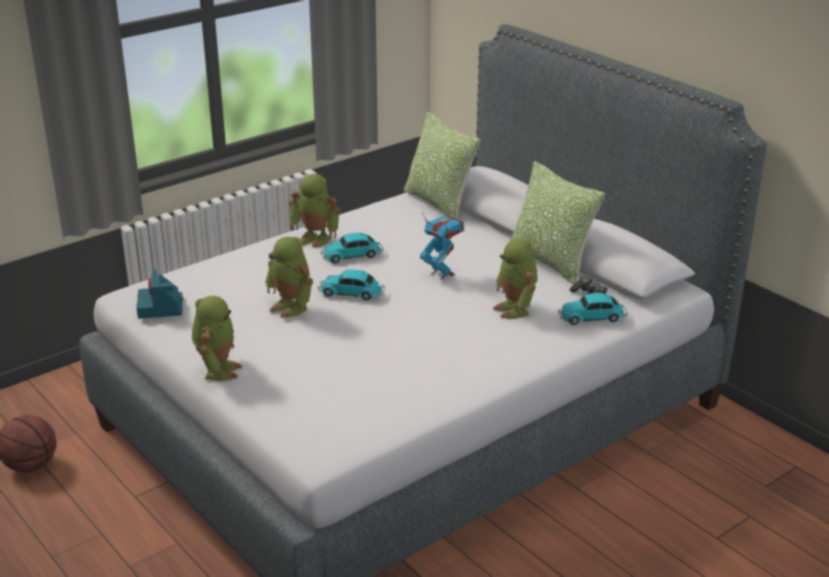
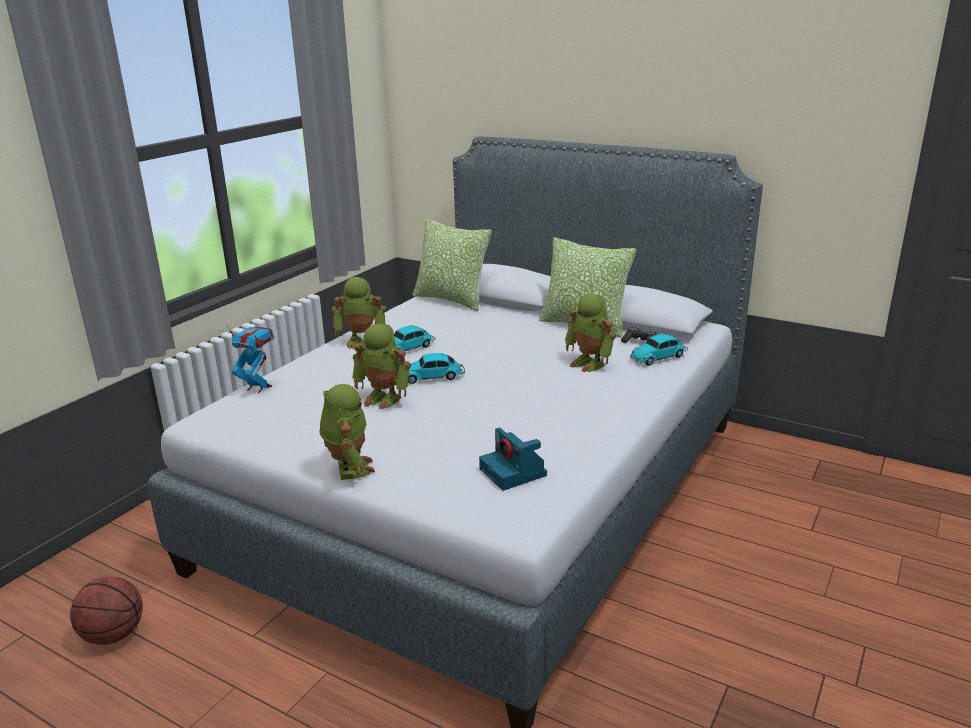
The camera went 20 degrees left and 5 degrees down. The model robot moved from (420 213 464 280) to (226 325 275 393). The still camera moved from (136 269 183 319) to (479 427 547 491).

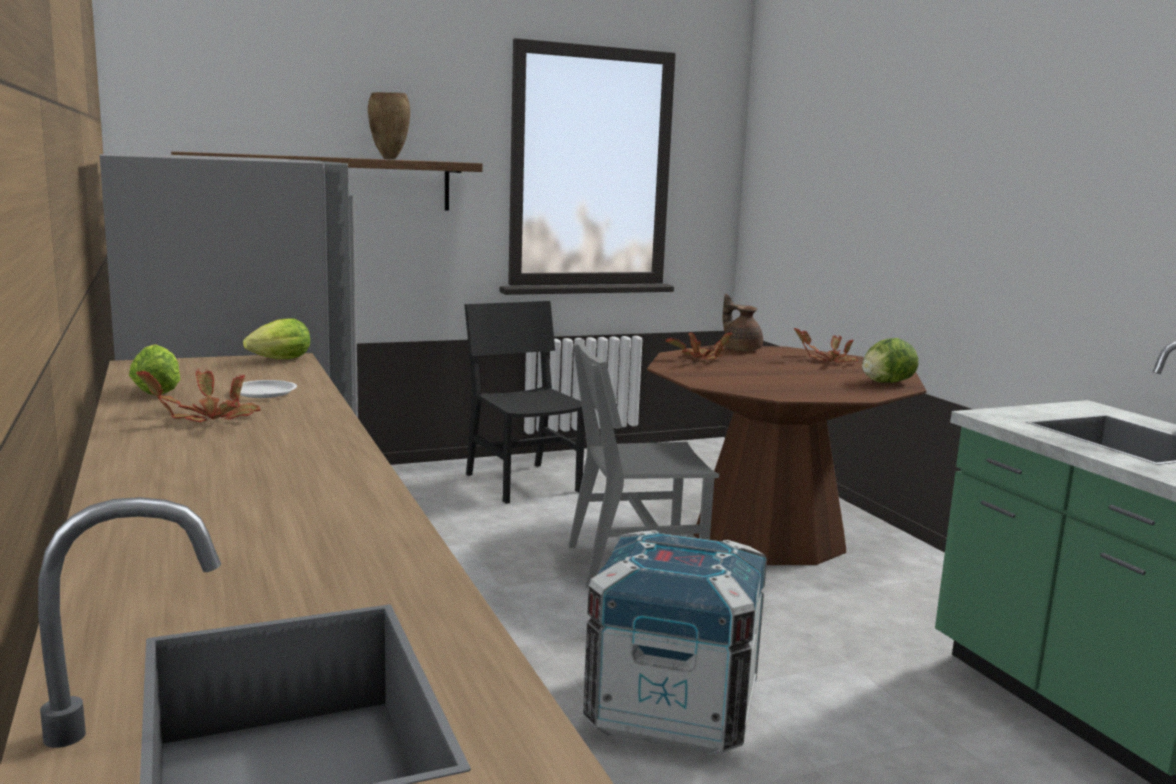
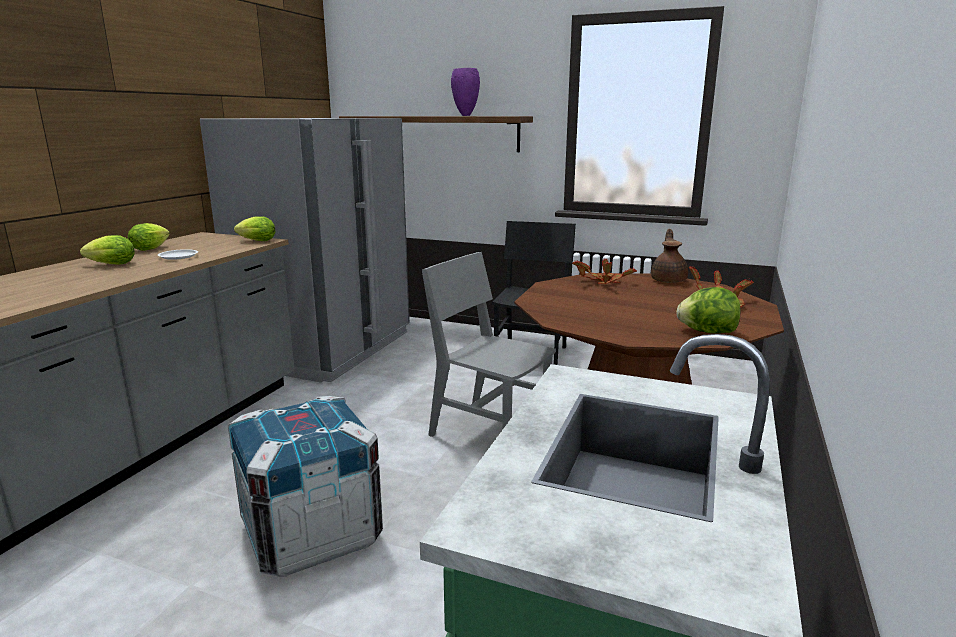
The camera went 45 degrees right and 5 degrees up. The flower vase in brownish at (368 92 410 159) became the flower vase in purple at (451 68 480 116). The plant in a pot at (137 368 260 422) was replaced by the head of lettuce at (80 235 135 265).

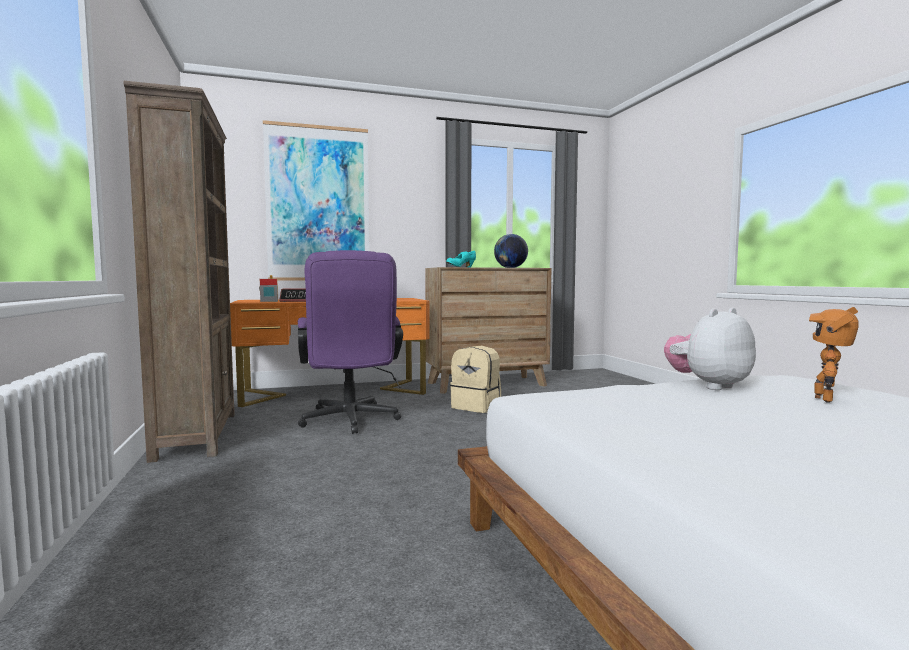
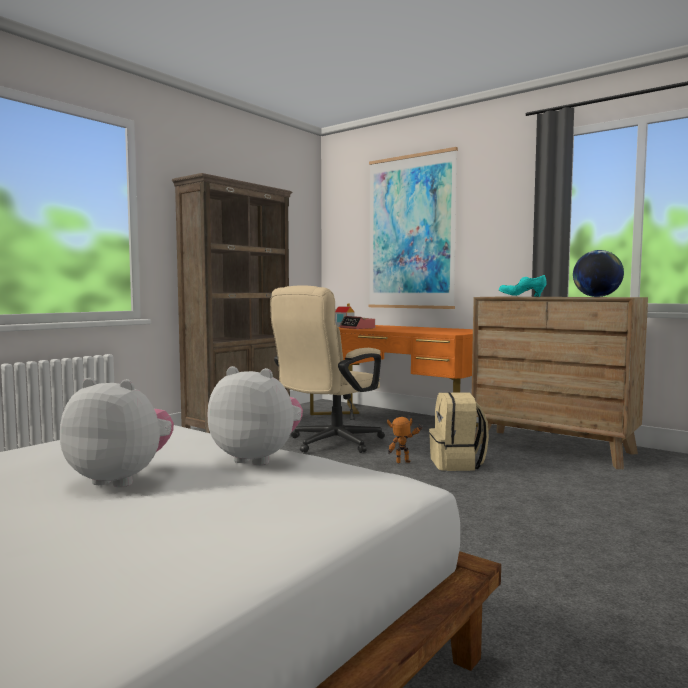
The camera went 55 degrees right and 0 degrees up. The computer chair in purple at (298 250 403 434) became the computer chair in beige-coloured at (270 285 385 453). The model robot moved from (809 307 859 403) to (387 417 423 464). The soft toy at (60 378 174 488) appeared.

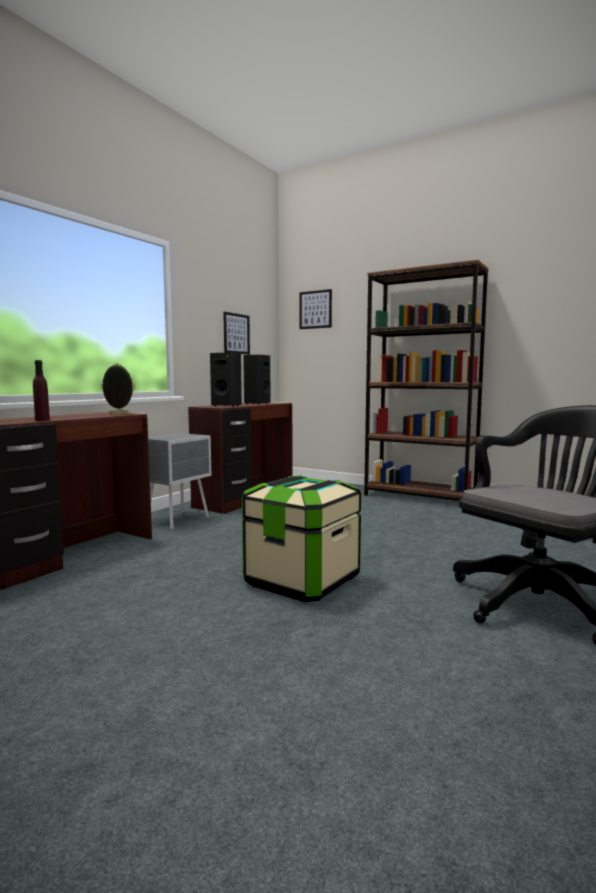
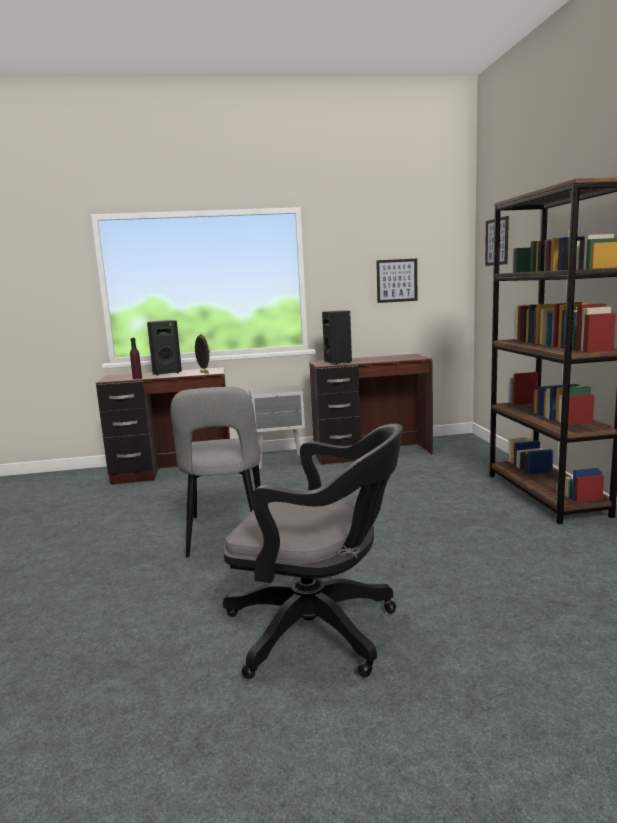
The camera went 50 degrees right and 5 degrees up. The speaker in blackish moved from (243 355 271 405) to (147 320 182 375). The storage box at (242 476 361 602) was replaced by the upright chair in grey at (170 387 261 558).

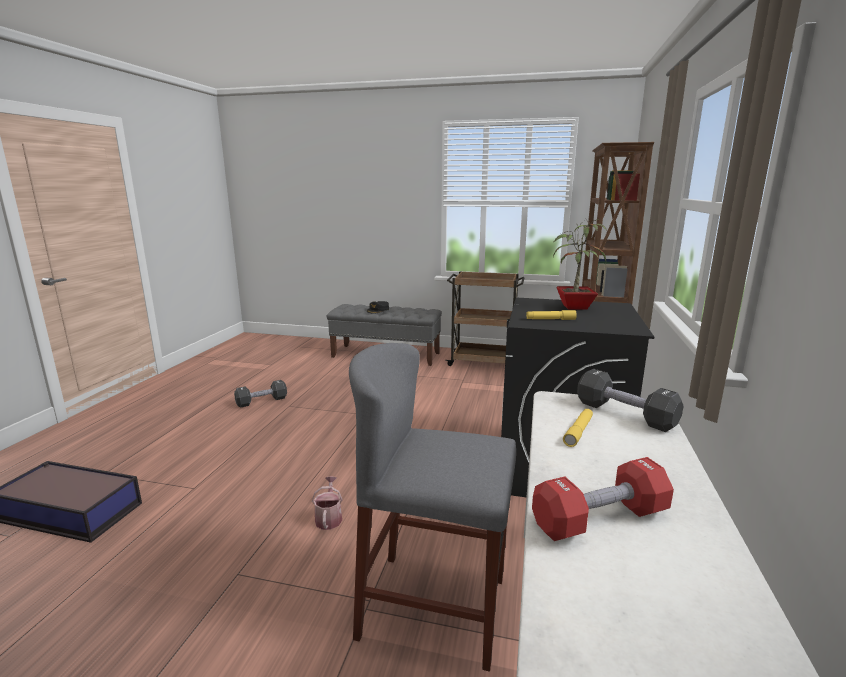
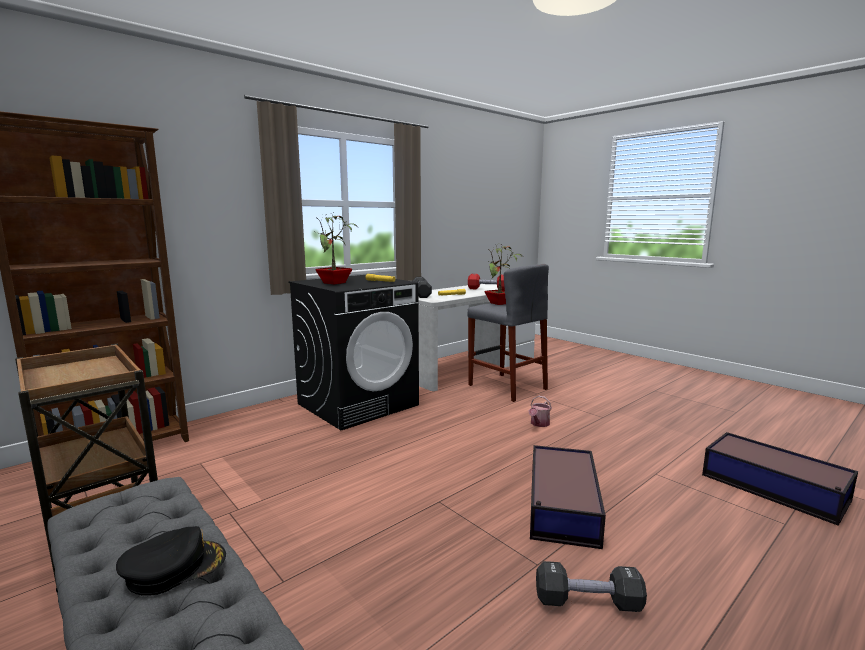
The camera went 145 degrees left and 5 degrees down. The plant in a pot at (484 244 522 305) appeared. The storage box at (530 445 606 549) appeared.

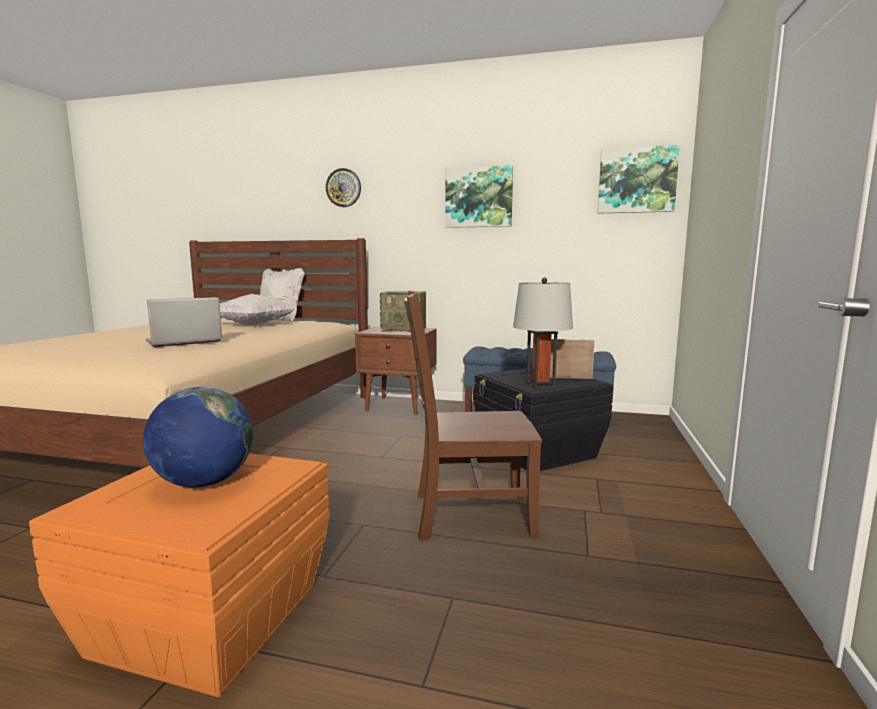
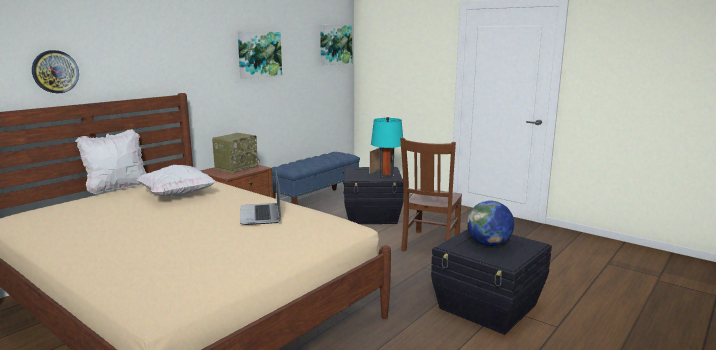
The camera went 65 degrees left and 5 degrees up. The wall clock moved from (326 168 361 207) to (32 50 79 93). The table lamp in grey at (513 277 573 388) became the table lamp in turquoise-coloured at (371 117 403 178). The storage box in orange at (29 453 330 697) became the storage box in blackish at (431 229 552 335).

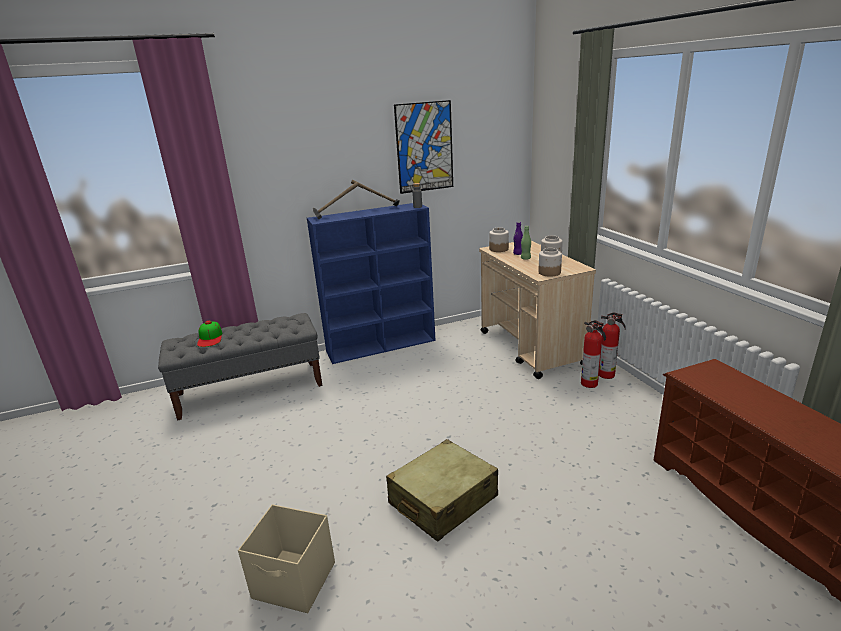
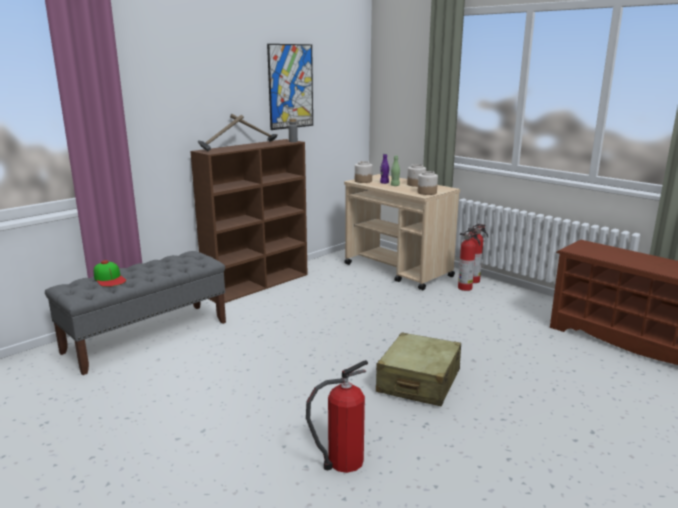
The camera went 25 degrees left and 5 degrees down. The shelving unit in bluish at (307 203 436 364) became the shelving unit in brownish at (190 139 308 303). The storage box in beige-coloured at (238 504 335 613) was replaced by the extinguisher at (306 360 368 473).

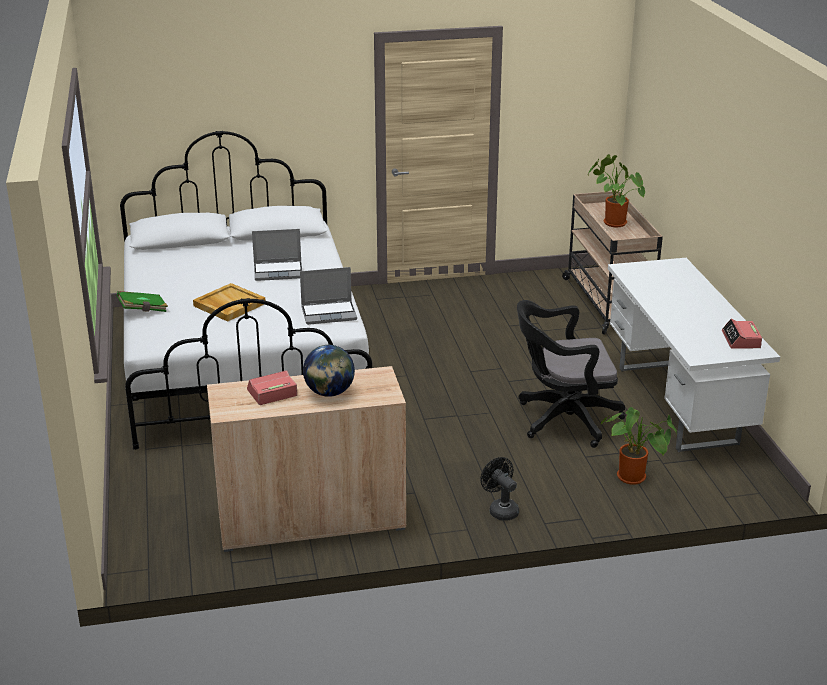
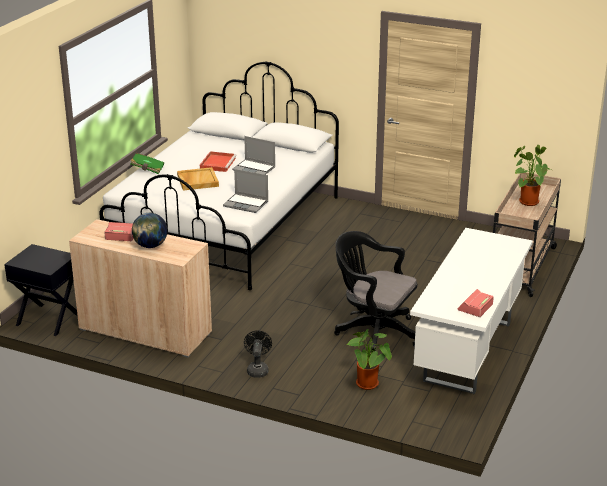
The camera went 35 degrees right and 0 degrees up. The carrying tray in red-coloured at (200 151 237 172) appeared. The bedside table in blackish at (4 244 77 336) appeared.

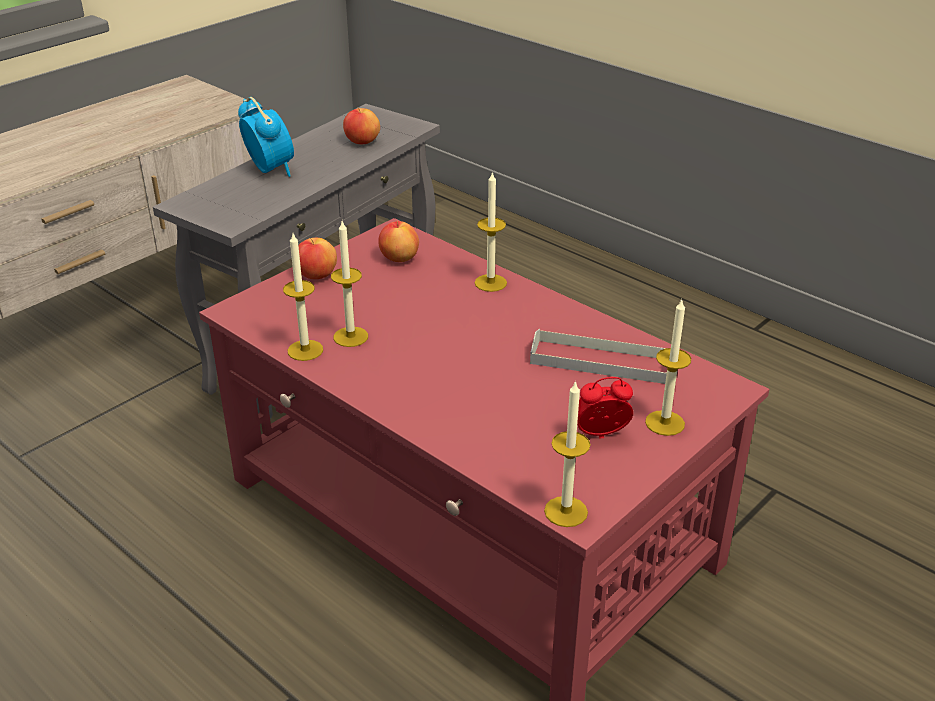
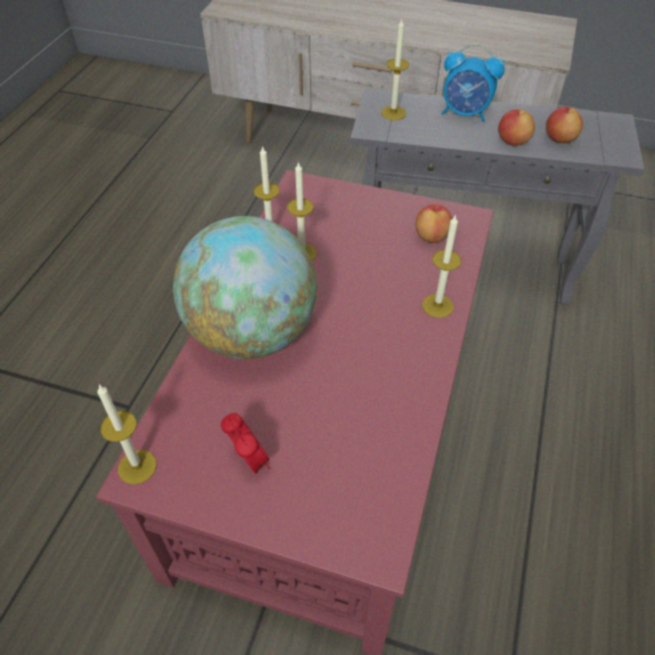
The camera went 65 degrees right and 15 degrees up. The table clock at (238 97 294 177) turned 75 degrees clockwise. The apple fruit moved from (298 238 337 279) to (498 109 535 146). The wax light moved from (645 300 691 436) to (381 19 409 120). The carrying tray in grey at (530 329 667 384) disappeared. The desk globe at (173 216 317 359) appeared.

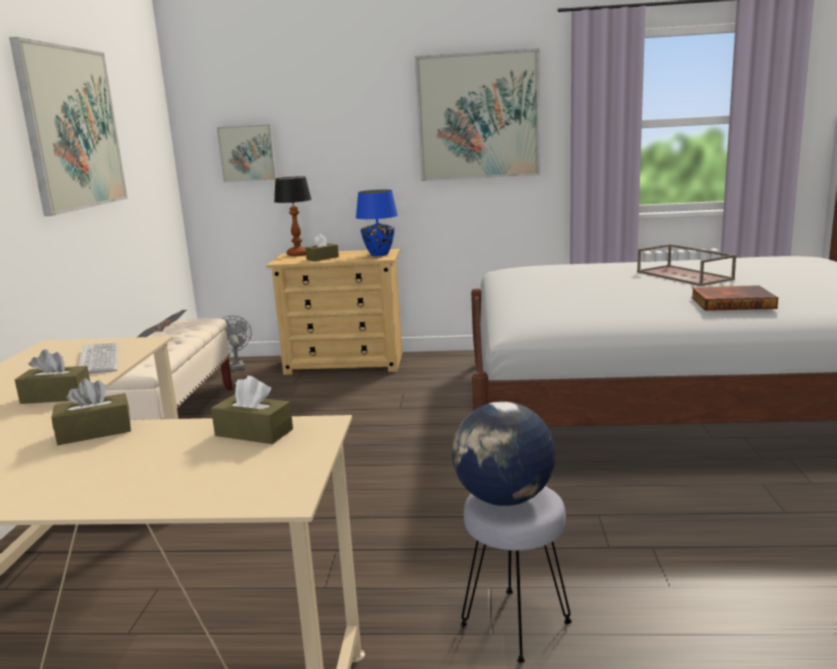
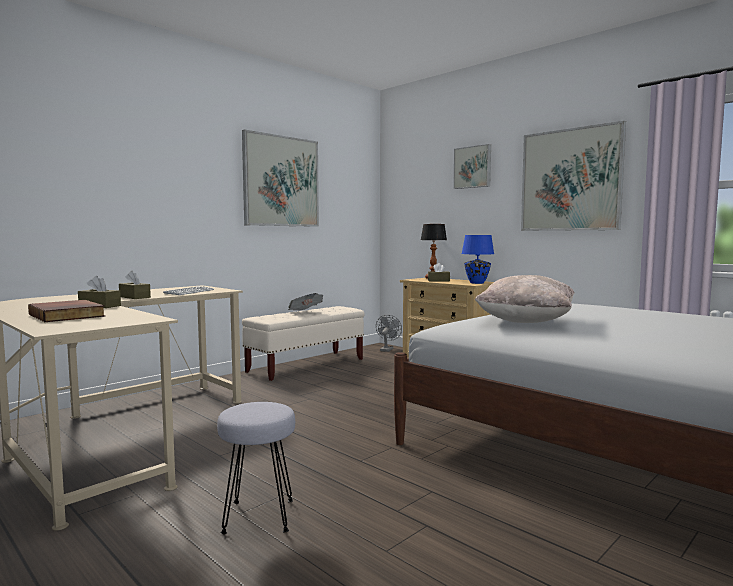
The camera went 40 degrees right and 10 degrees down. The wall picture moved from (217 124 277 182) to (453 144 491 189). The carrying tray in brownish at (637 244 737 286) disappeared. The volume moved from (691 285 778 311) to (28 300 105 322). The tissue box in brownish at (211 376 293 444) disappeared. The desk globe at (452 401 556 506) disappeared. The cushion in beige-coloured at (475 275 575 323) appeared.

